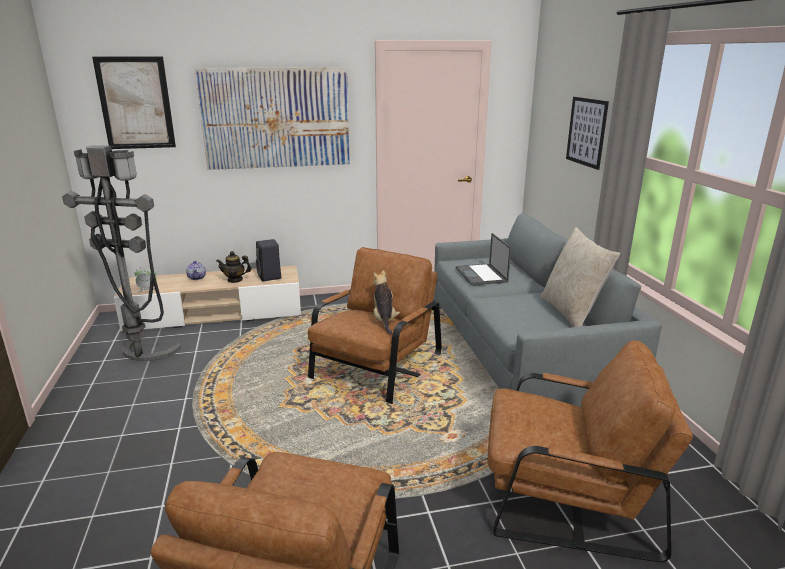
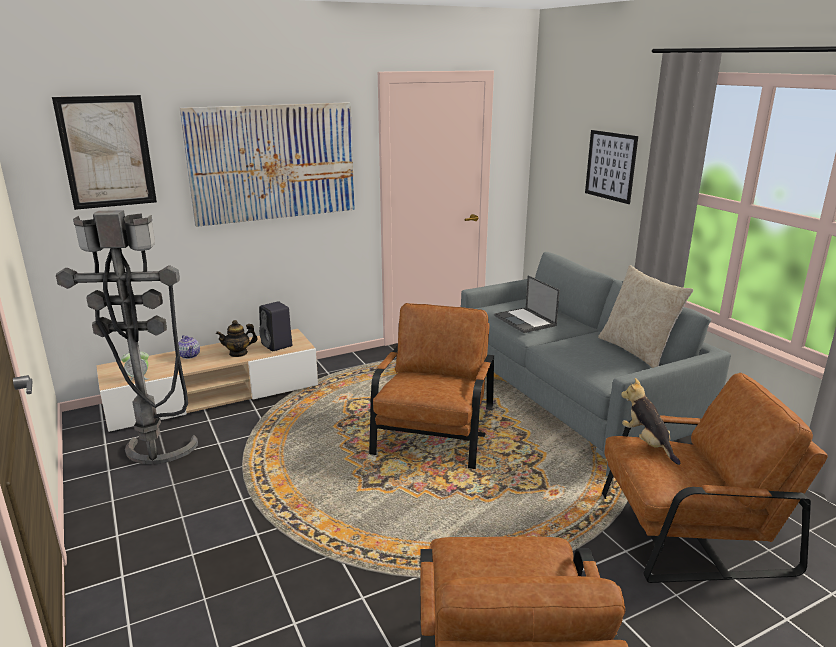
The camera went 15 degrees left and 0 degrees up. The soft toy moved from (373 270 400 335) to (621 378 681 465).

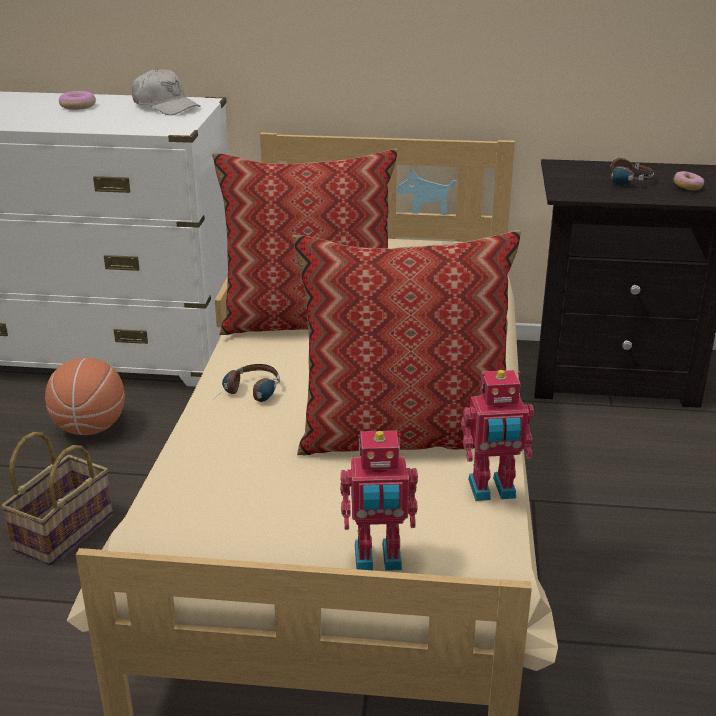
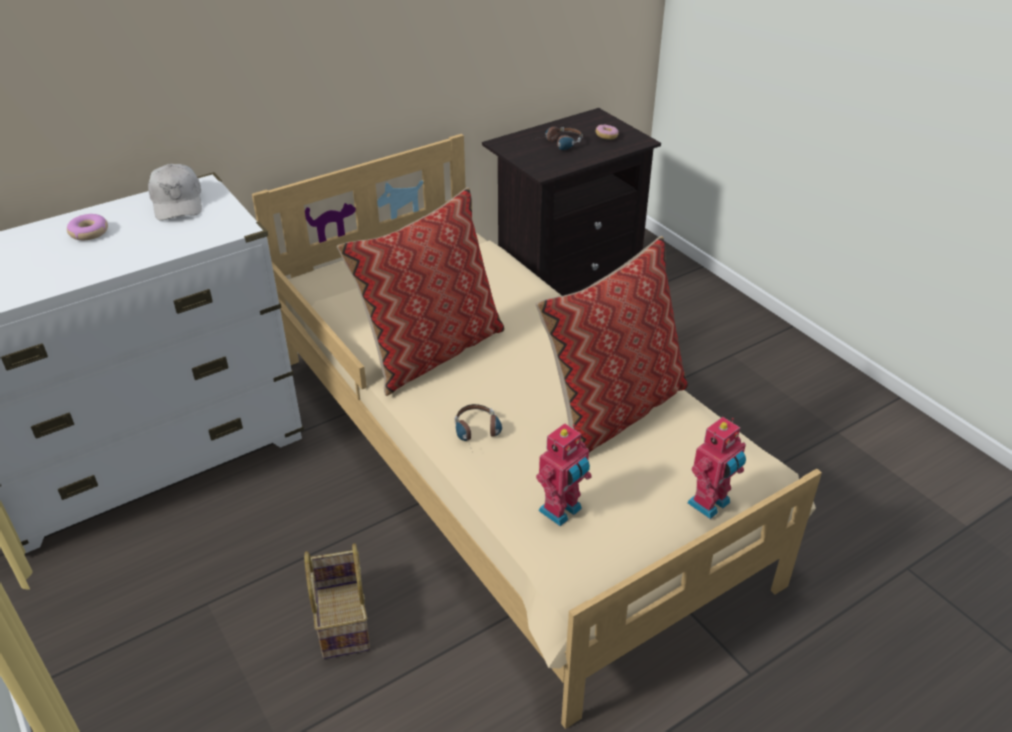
The camera went 40 degrees left and 10 degrees up. The peaked cap in white-coloured at (132 68 201 115) turned 75 degrees clockwise. The basketball ball at (45 358 125 435) disappeared. The model robot moved from (461 370 534 501) to (536 423 592 526).

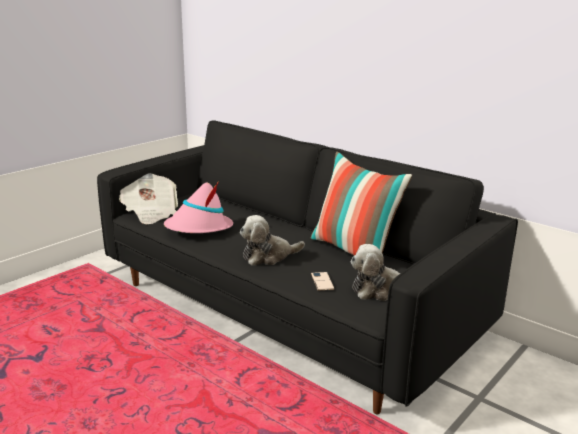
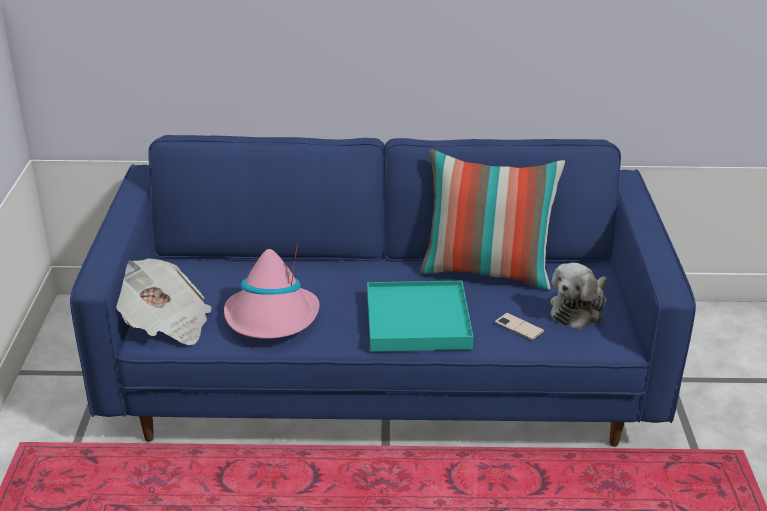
The camera went 40 degrees left and 10 degrees up. The sofa in blackish at (97 120 518 414) became the sofa in bluish at (70 135 696 447). The soft toy at (240 215 305 265) was replaced by the carrying tray in turquoise-coloured at (367 281 473 352).

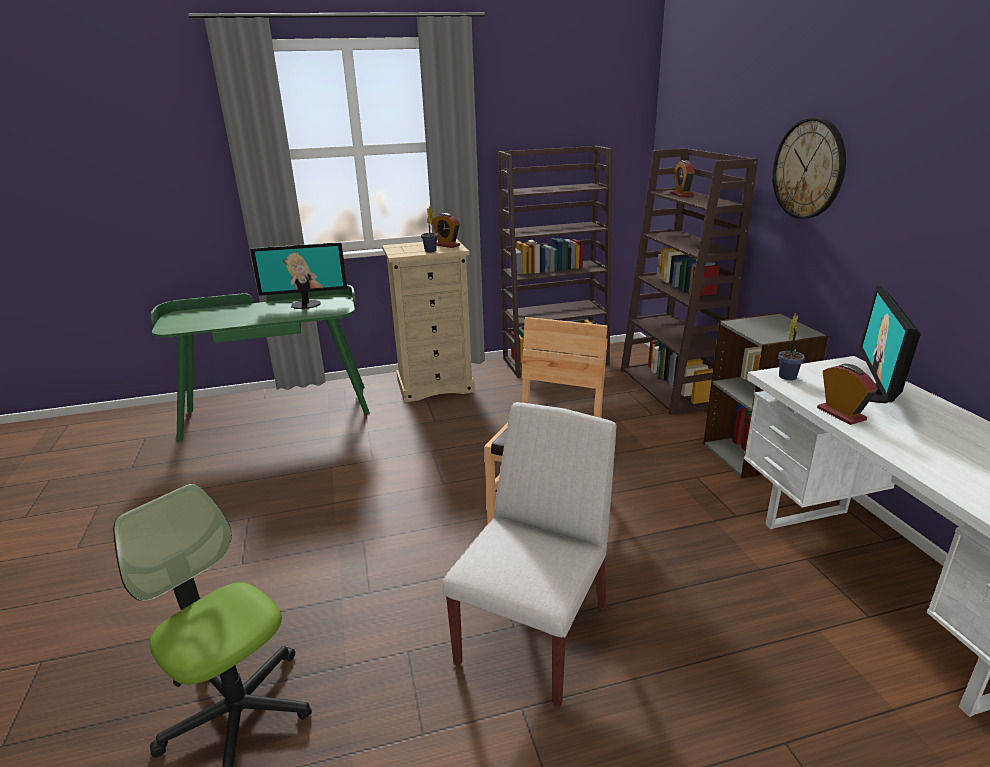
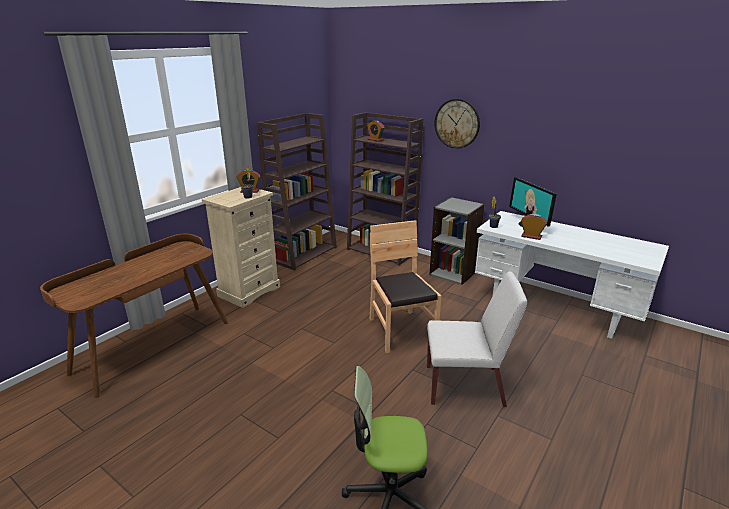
The camera went 40 degrees left and 0 degrees up. The computer screen at (250 242 347 309) disappeared. The desk in greenish at (151 285 370 442) became the desk in brownish at (40 234 228 398). The upright chair in white-coloured at (442 402 616 707) turned 105 degrees clockwise.

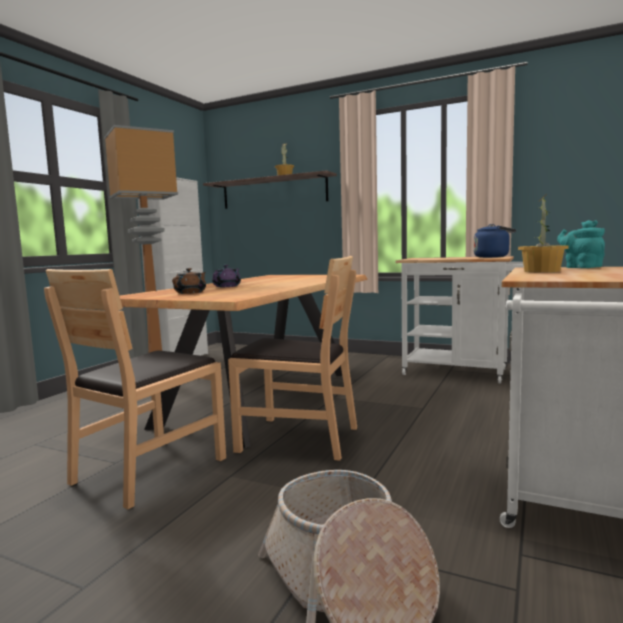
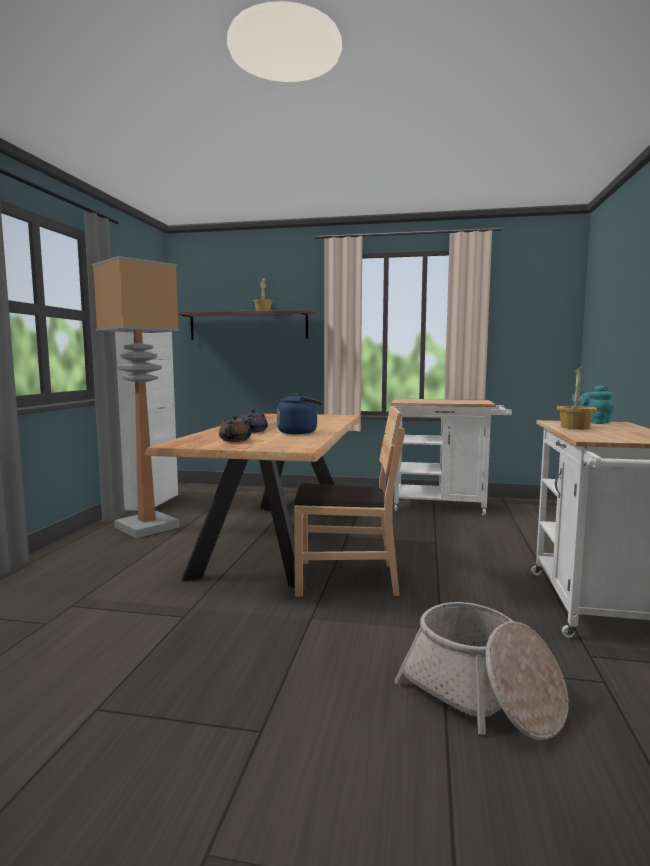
The camera went 15 degrees left and 0 degrees up. The water kettle in bluish moved from (474 224 516 258) to (277 393 323 434). The upright chair in brownish at (44 269 226 509) disappeared.

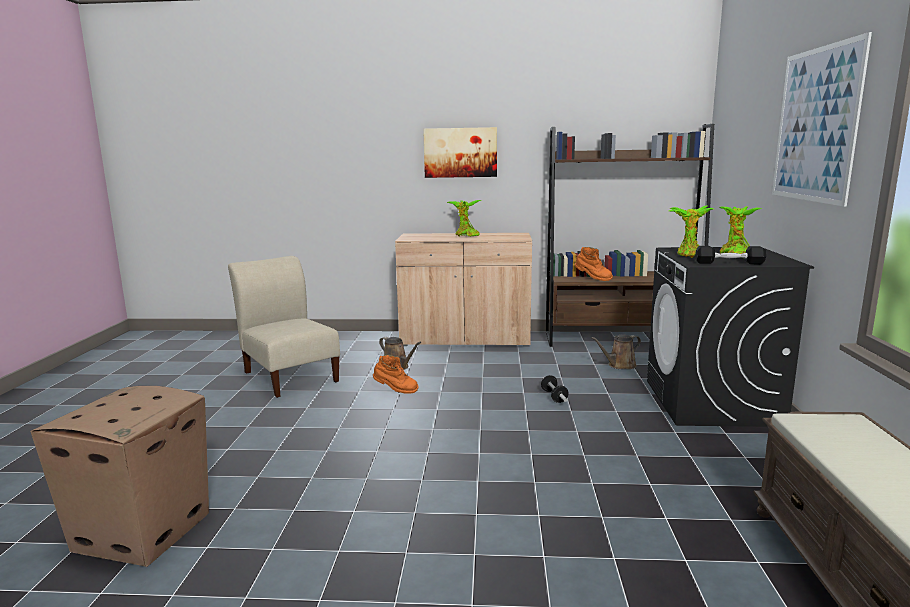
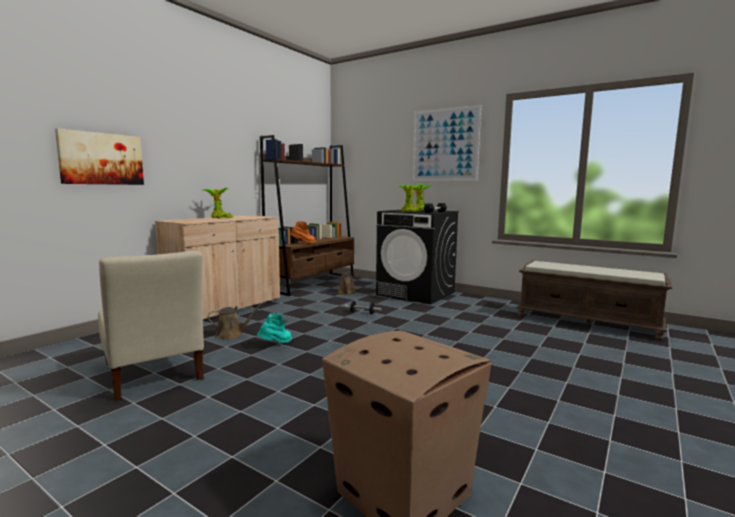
The camera went 60 degrees left and 5 degrees down. The wall picture moved from (423 127 497 178) to (55 128 144 185). The upright chair in beige-coloured at (228 256 340 398) turned 120 degrees counterclockwise. The high-top boot in orange at (373 355 419 394) became the high-top boot in turquoise-coloured at (257 313 292 343).

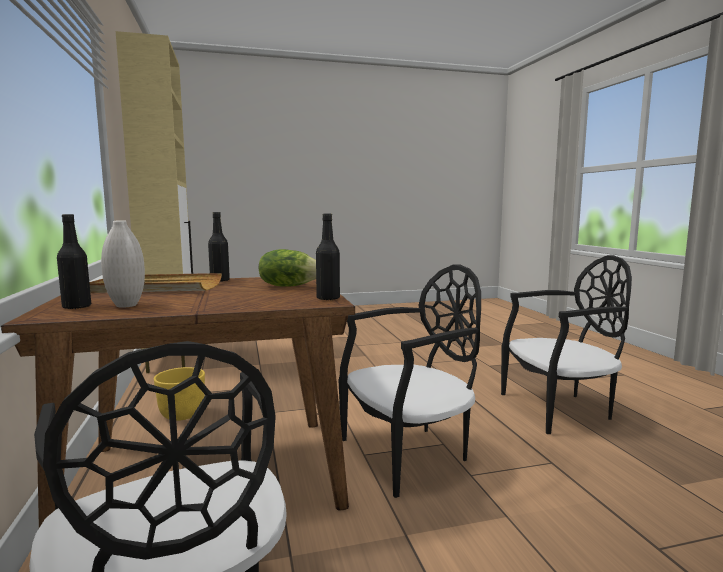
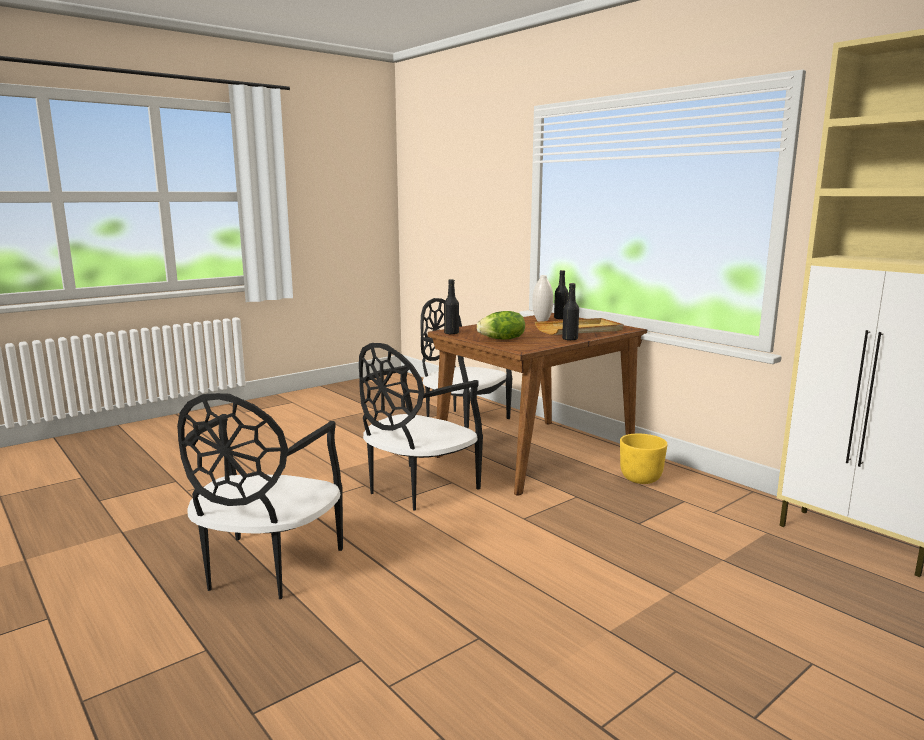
The camera went 155 degrees right and 5 degrees up. The upright chair in blackish at (501 255 632 434) turned 45 degrees counterclockwise.

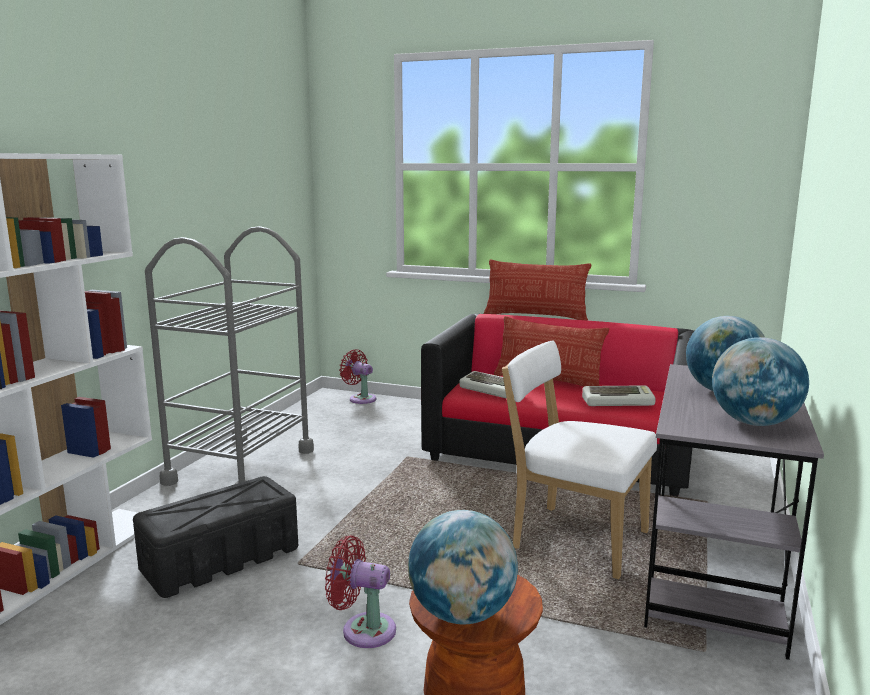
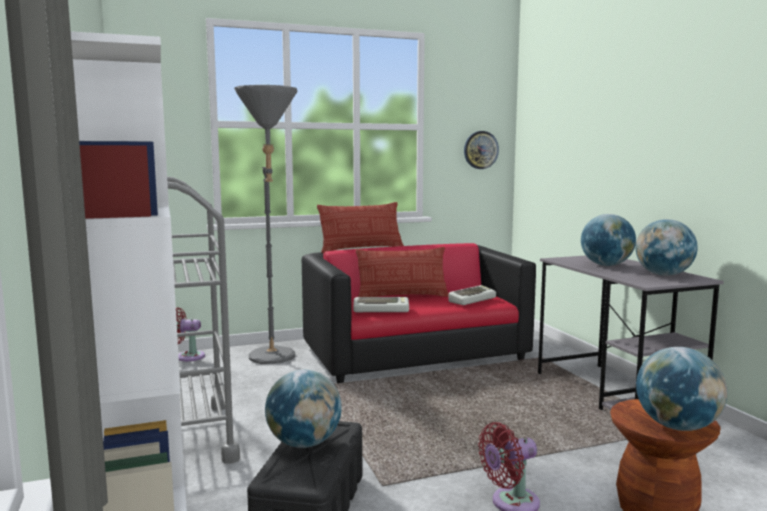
The camera went 40 degrees left and 5 degrees down. The upright chair in white-coloured at (502 340 657 579) disappeared. The standard lamp in grey at (234 85 297 364) appeared. The wall clock at (464 131 499 169) appeared. The desk globe at (265 370 342 448) appeared.

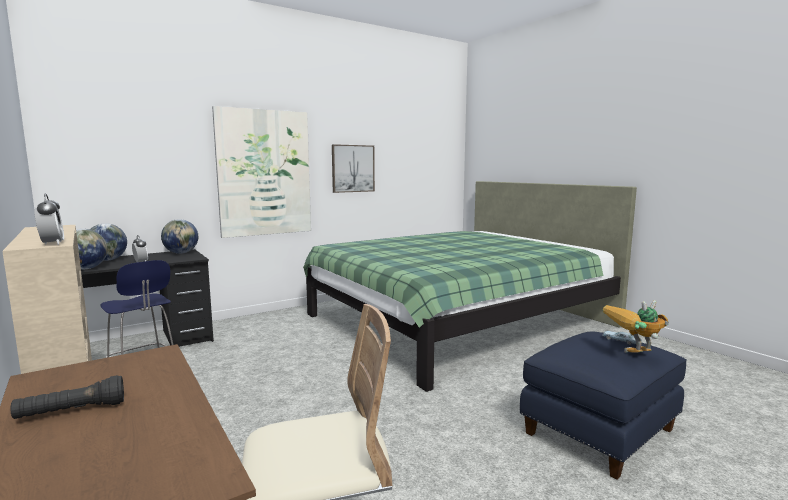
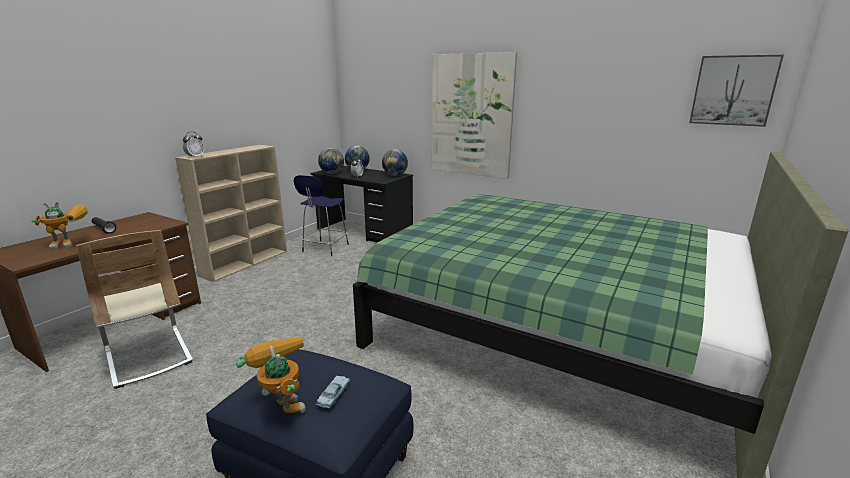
The camera went 65 degrees right and 10 degrees up. The wall picture moved from (332 144 375 193) to (689 55 784 127). The model robot at (31 202 88 249) appeared.

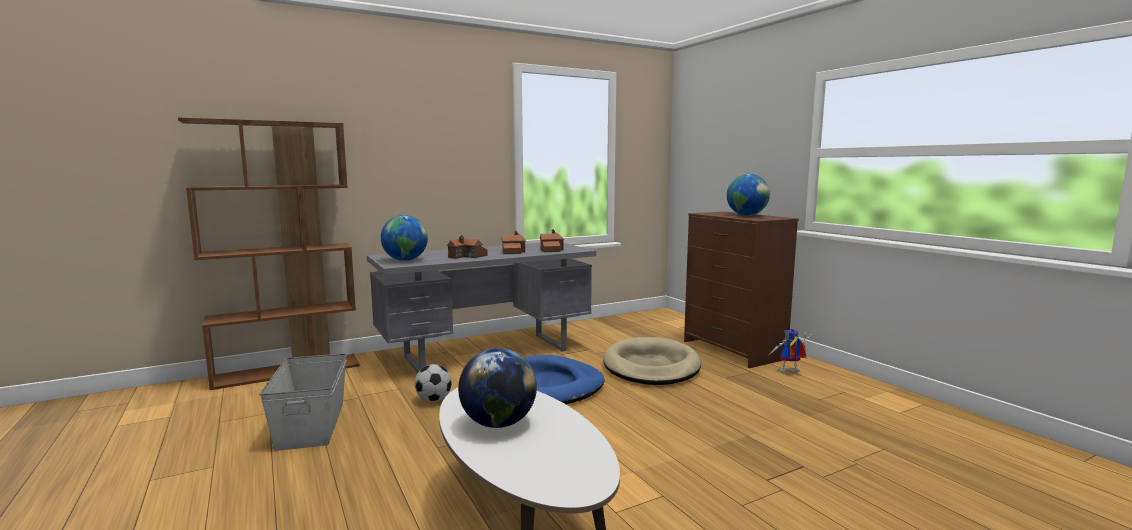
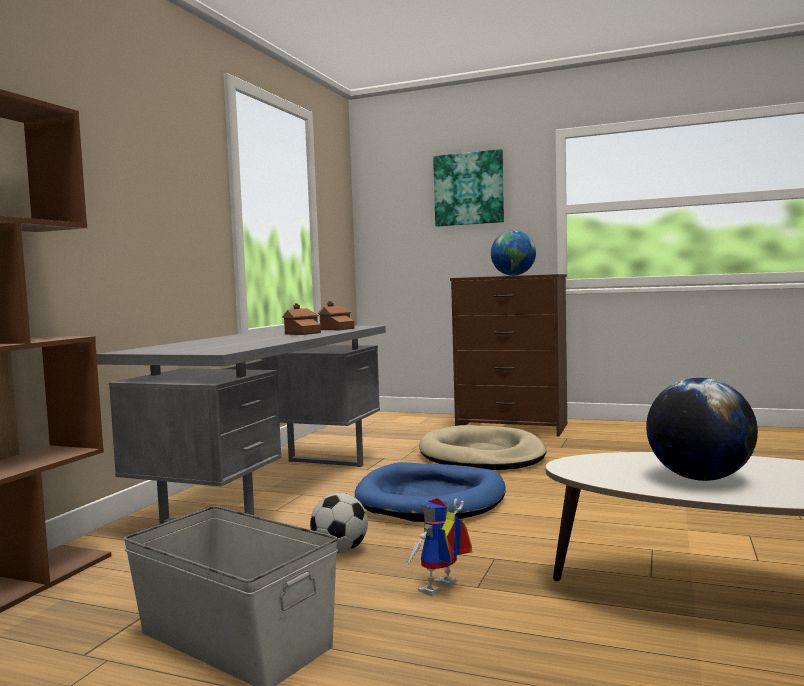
The camera went 40 degrees left and 5 degrees down. The desk globe at (381 215 428 261) disappeared. The toy house at (447 235 488 259) disappeared. The model robot moved from (769 329 811 373) to (404 498 472 596). The wall picture at (433 149 504 227) appeared.

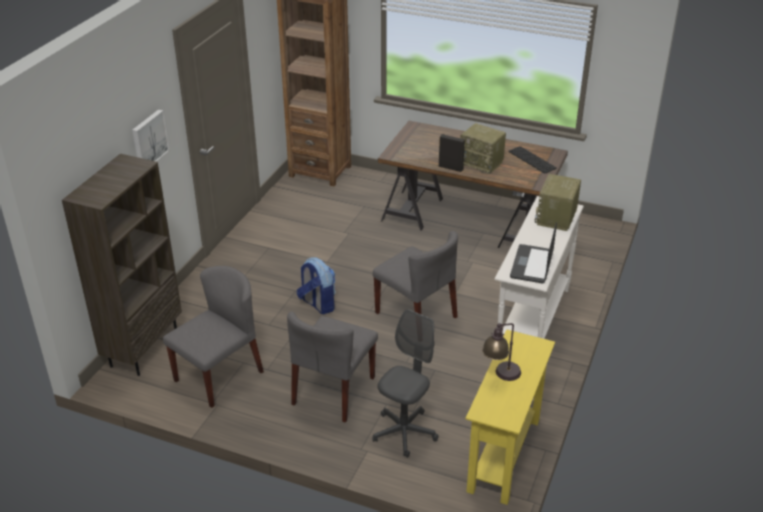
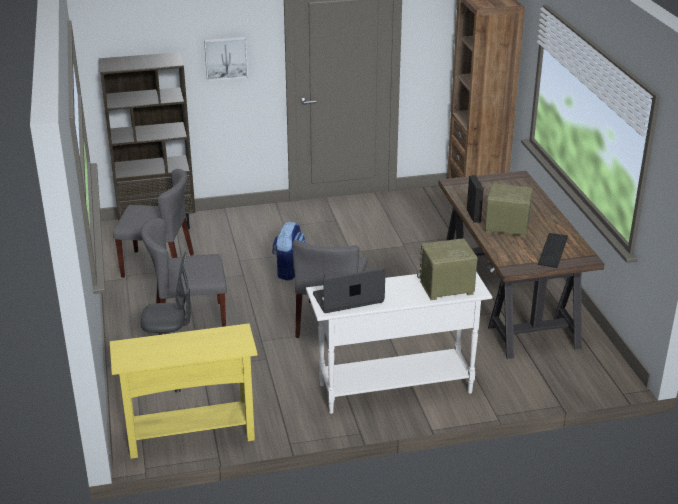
The camera went 55 degrees right and 5 degrees down. The radio set at (460 123 506 174) turned 105 degrees clockwise. The table lamp at (482 323 521 381) disappeared.

